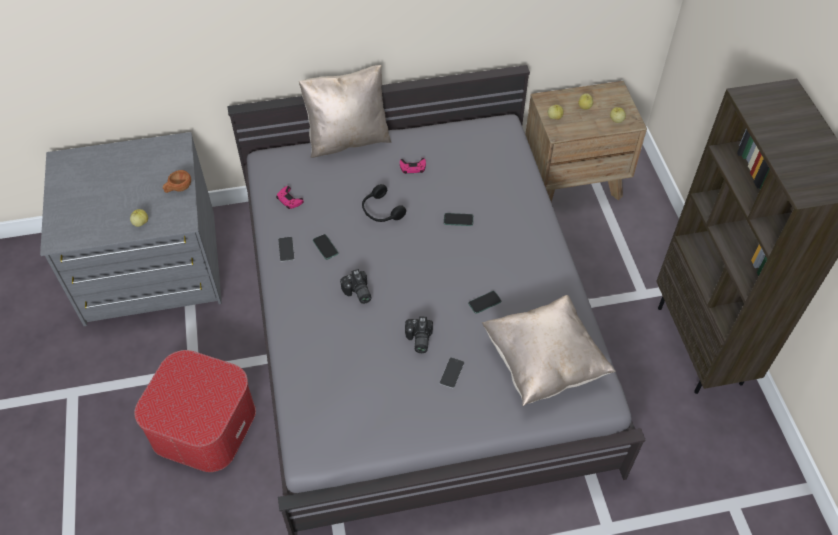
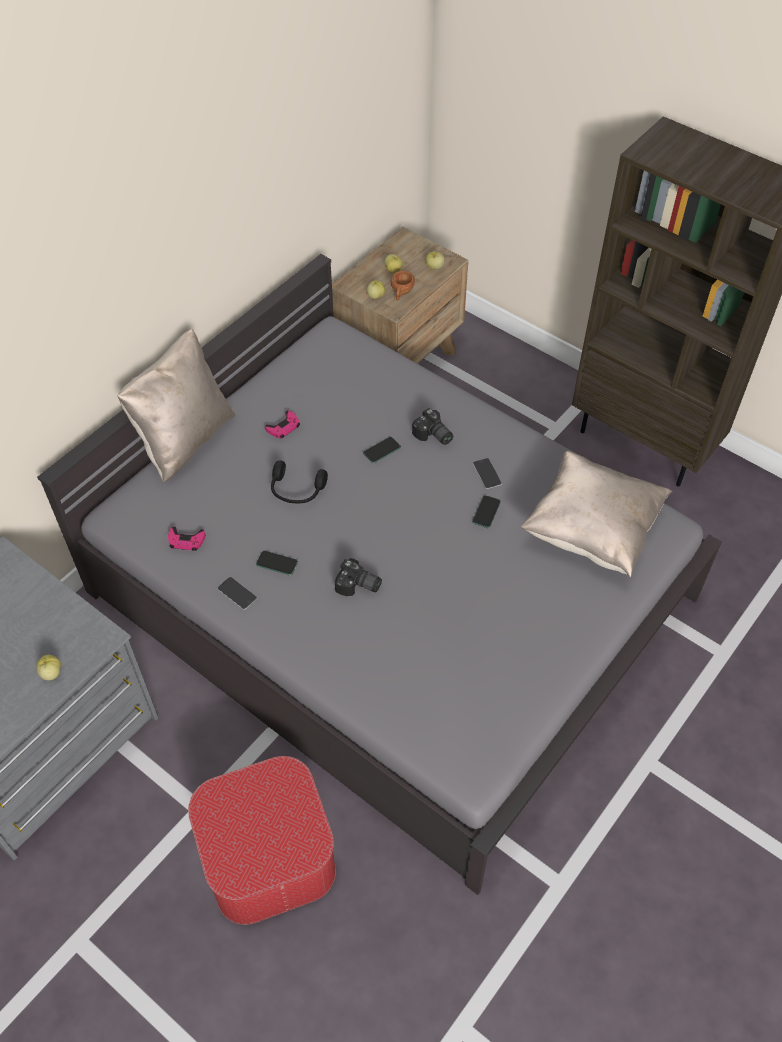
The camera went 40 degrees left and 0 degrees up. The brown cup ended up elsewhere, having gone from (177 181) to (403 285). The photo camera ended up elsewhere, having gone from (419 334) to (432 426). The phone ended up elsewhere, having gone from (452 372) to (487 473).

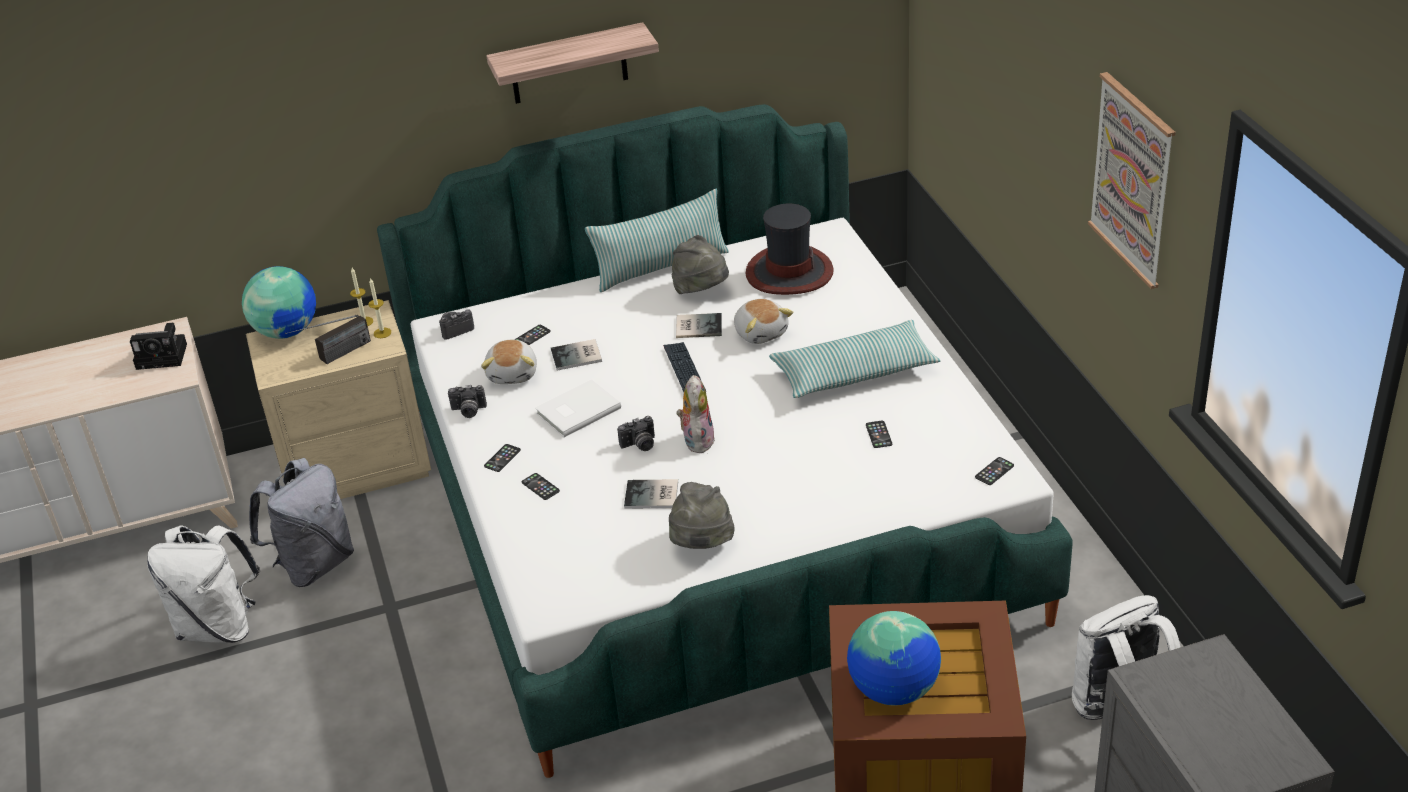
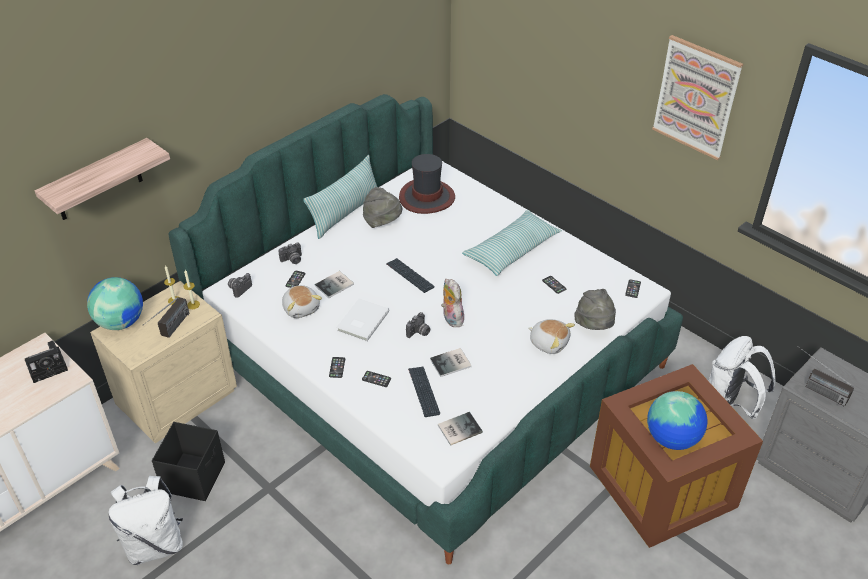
The camera went 30 degrees left and 5 degrees up. The shelf ended up elsewhere, having gone from (572 63) to (102 179). The plush toy ended up elsewhere, having gone from (763 321) to (551 336). The book ended up elsewhere, having gone from (699 325) to (460 429). The photo camera ended up elsewhere, having gone from (467 401) to (290 253). Where the grey backpack stood at (301 522), the black storage box came to stand at (188 461). The grey hat ended up elsewhere, having gone from (702 515) to (595 309). The second view gained the radio at (826 376). The second view gained the keyboard at (424 392).

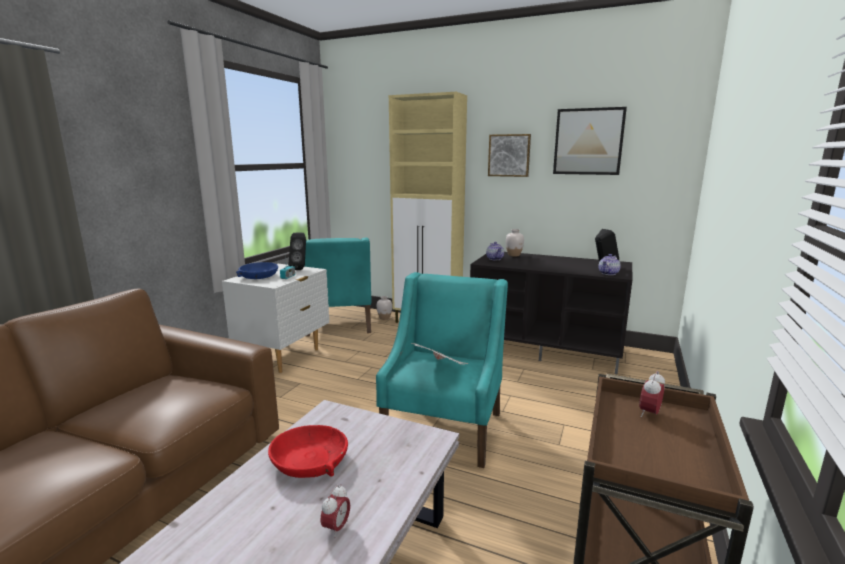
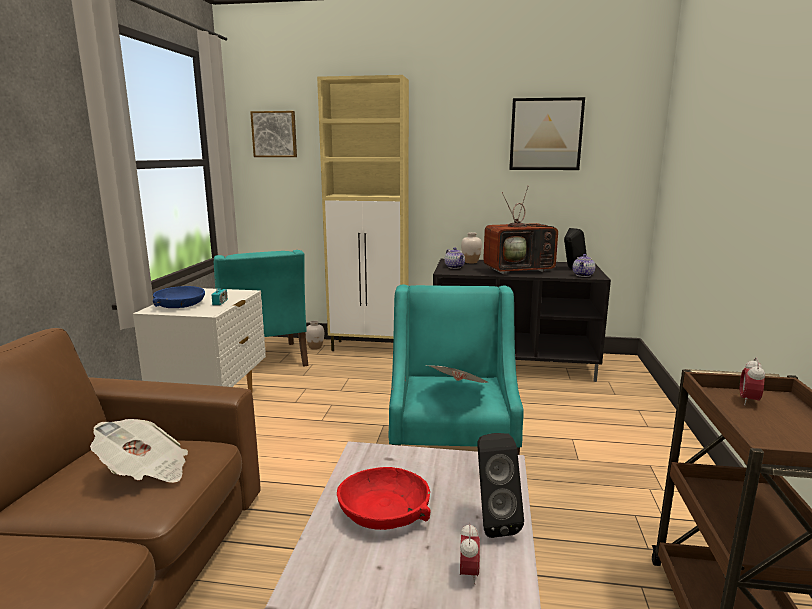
The camera went 15 degrees left and 0 degrees up. The picture ended up elsewhere, having gone from (509 155) to (273 134). The black speaker ended up elsewhere, having gone from (297 251) to (500 485). The second view gained the television at (520 229). The second view gained the newspaper at (139 451).

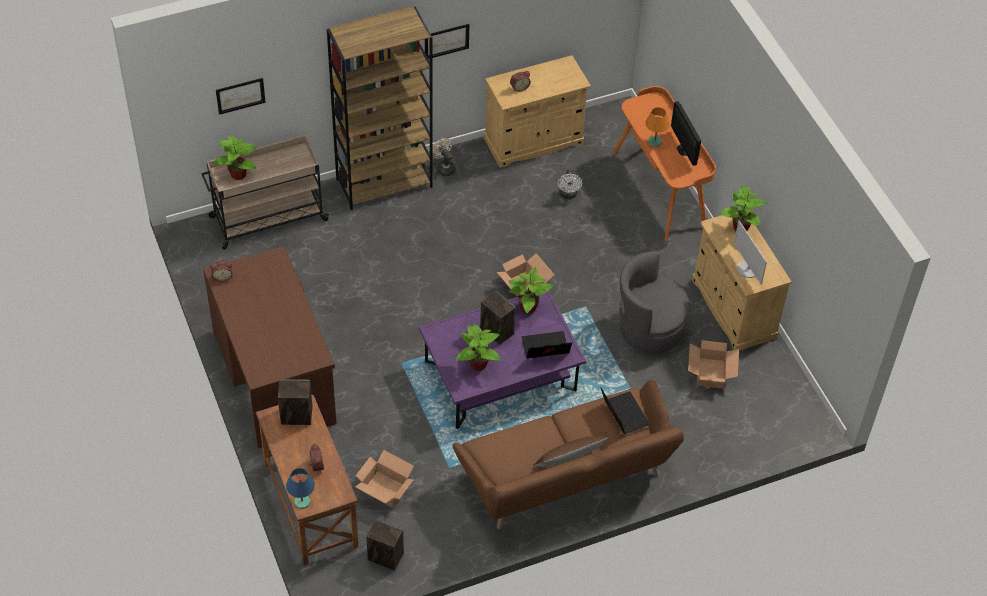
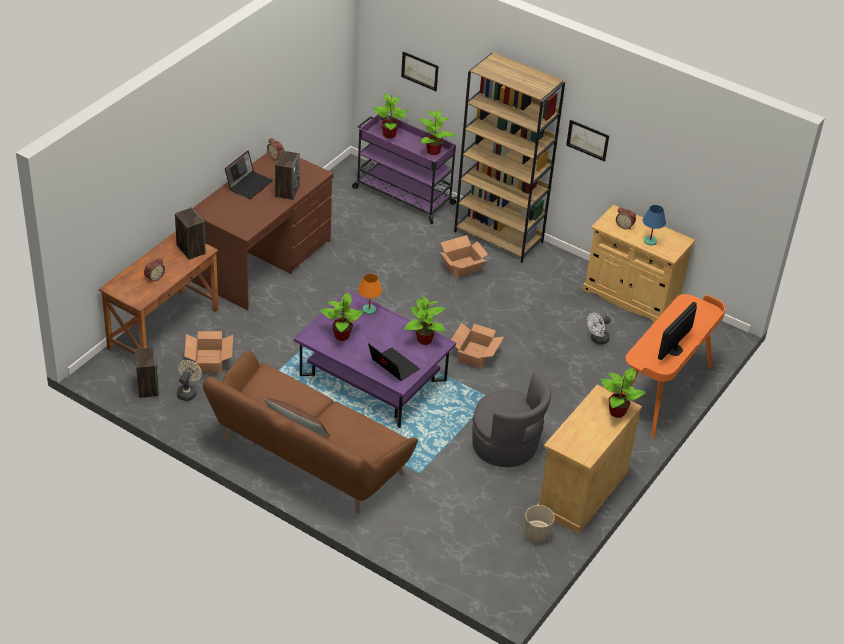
The camera went 55 degrees right and 10 degrees down. The orange table lamp ended up elsewhere, having gone from (657 127) to (370 294). What was the beige cart at (265 192) turned into the purple cart at (404 169). The beige fan ended up elsewhere, having gone from (444 157) to (189 380). The second view lost the monitor at (750 252). The grey armchair at (654 302) ended up facing another way, 150 degrees clockwise from before. The speaker ended up elsewhere, having gone from (498 318) to (287 175). The cardboard box ended up elsewhere, having gone from (713 364) to (464 256). The laptop ended up elsewhere, having gone from (625 410) to (249 175). The blue table lamp ended up elsewhere, having gone from (300 488) to (654 225). The second view gained the potted plant at (438 132). The second view gained the beige planter at (539 523).

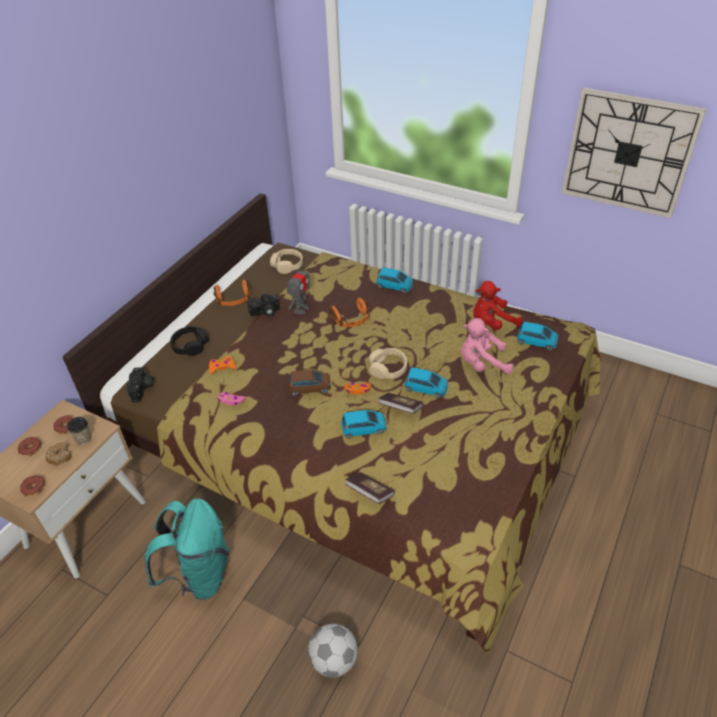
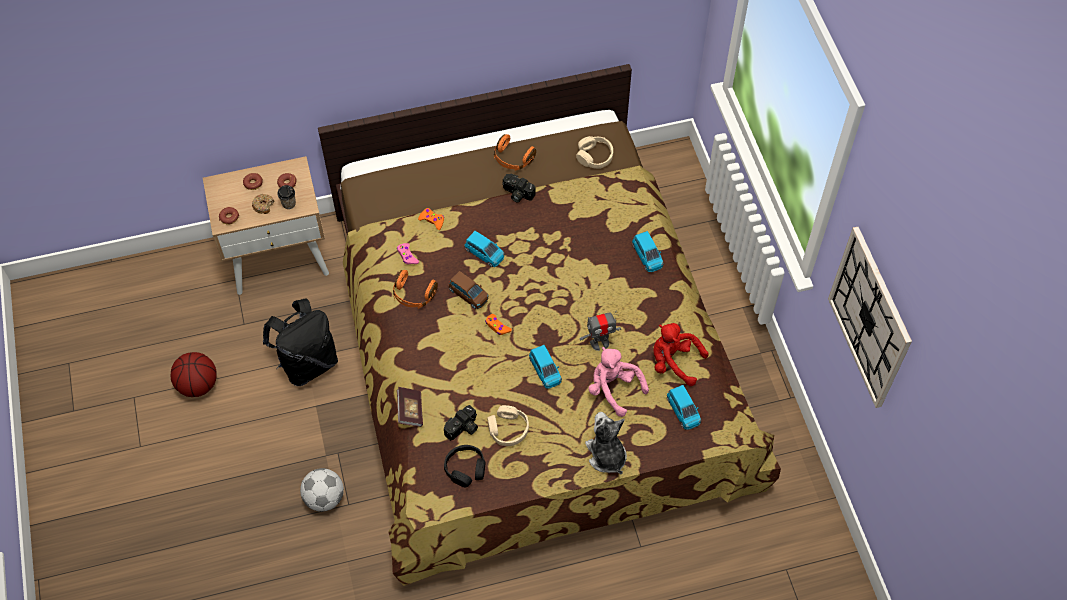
The camera went 45 degrees right and 15 degrees up. The toy robot ended up elsewhere, having gone from (298 288) to (600 331). The orange headphones ended up elsewhere, having gone from (349 313) to (415 289). The black headphones ended up elsewhere, having gone from (189 341) to (464 466). The beige headphones ended up elsewhere, having gone from (388 363) to (508 425). The photo camera ended up elsewhere, having gone from (140 384) to (461 423). The second view lost the book at (400 403). The blue toy car ended up elsewhere, having gone from (363 424) to (485 249). What was the turquoise backpack at (187 549) turned into the black backpack at (300 342). The second view gained the basketball at (194 374). The second view gained the plush toy at (606 443).

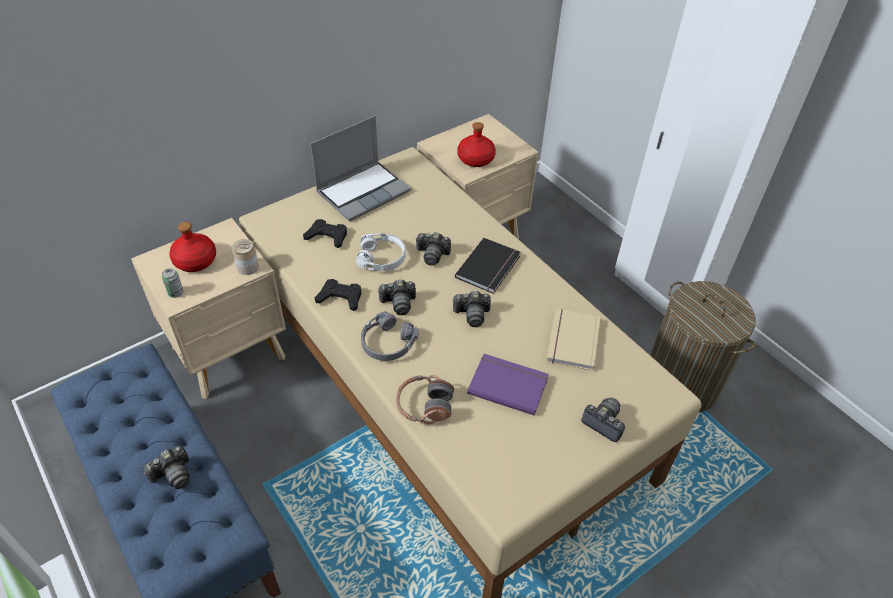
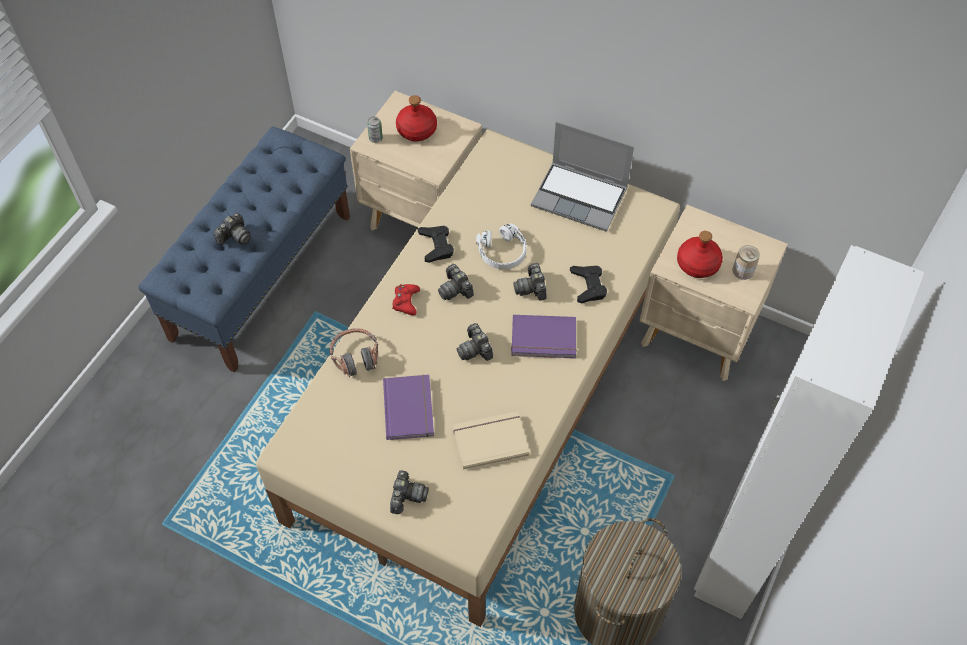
The camera went 65 degrees right and 10 degrees up. The black game controller ended up elsewhere, having gone from (325 233) to (588 284). What was the black book at (487 266) turned into the purple book at (543 336). The can ended up elsewhere, having gone from (245 257) to (746 262). Where the grey headphones stood at (390 336), the red game controller came to stand at (406 299). The photo camera at (166 467) ended up facing another way, 75 degrees counterclockwise from before.

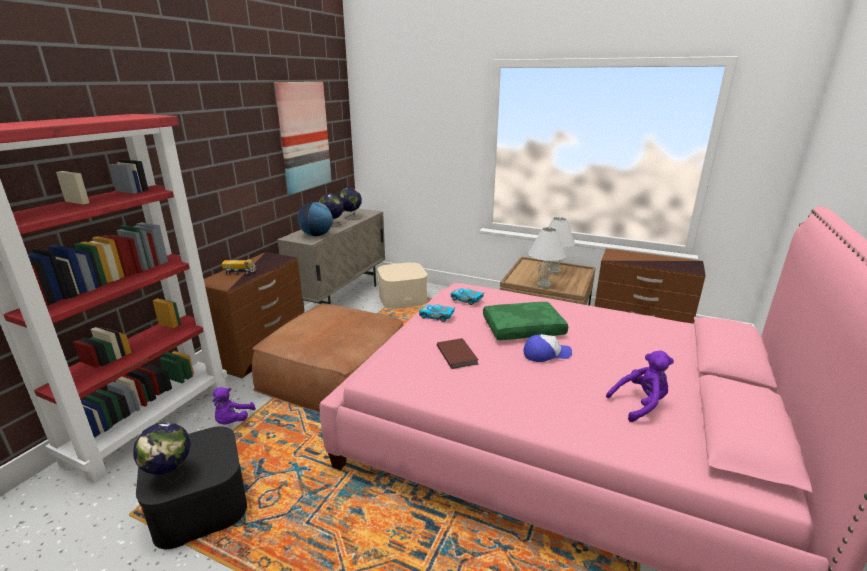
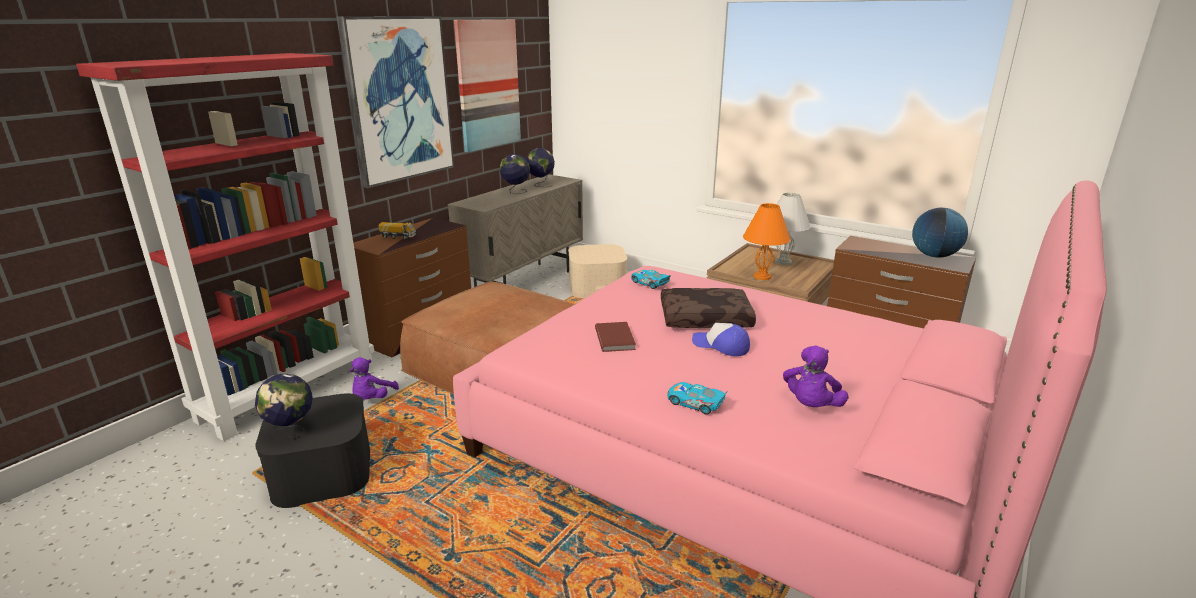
The camera went 10 degrees right and 0 degrees up. The globe ended up elsewhere, having gone from (315 219) to (940 233). What was the white table lamp at (547 257) turned into the orange table lamp at (767 241). What was the green pillow at (525 321) turned into the brown pillow at (708 308). The toy car ended up elsewhere, having gone from (436 313) to (697 398). The cap at (548 348) ended up facing another way, 150 degrees counterclockwise from before. The purple plush toy at (640 386) ended up facing another way, 120 degrees clockwise from before. The second view gained the picture at (395 102).

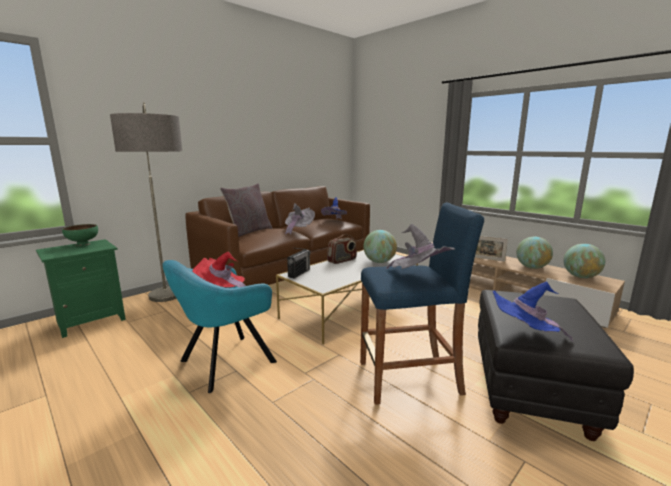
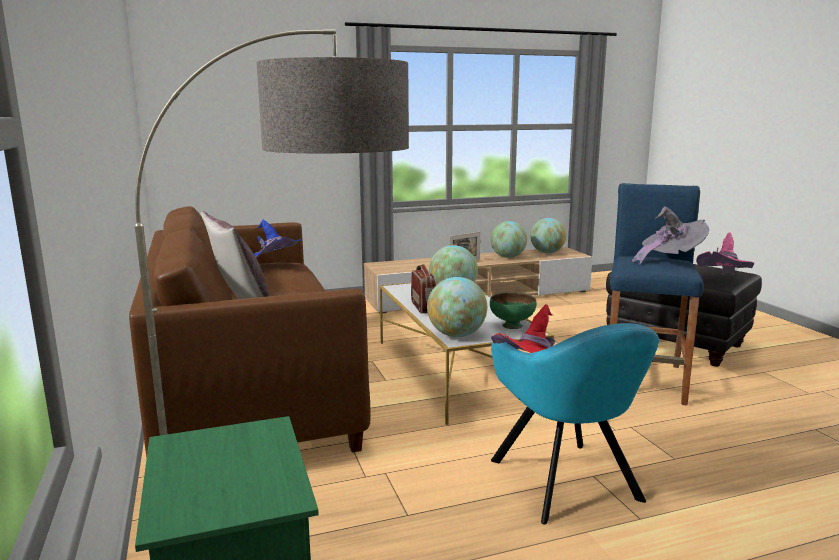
The camera went 65 degrees left and 0 degrees up. The second view lost the grey hat at (300 219). The green bowl ended up elsewhere, having gone from (80 235) to (513 310). Where the radio stood at (299 263), the globe came to stand at (457 307). What was the blue hat at (532 312) turned into the pink hat at (725 254).

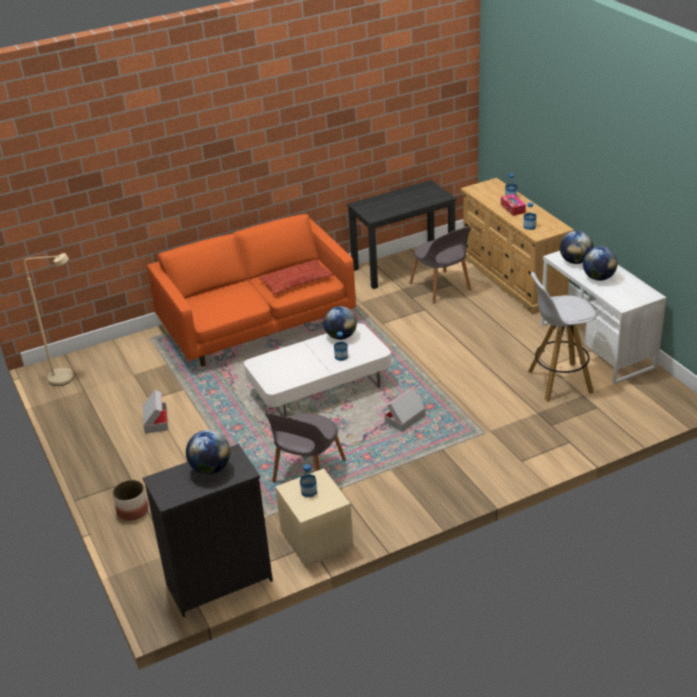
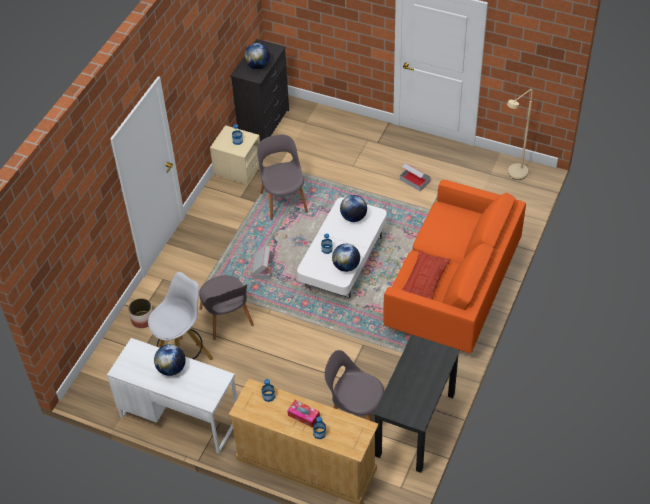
The camera went 140 degrees right and 15 degrees up. The globe ended up elsewhere, having gone from (577 247) to (353 208). The planter ended up elsewhere, having gone from (130 500) to (140 313). The second view gained the grey chair at (226 307).

